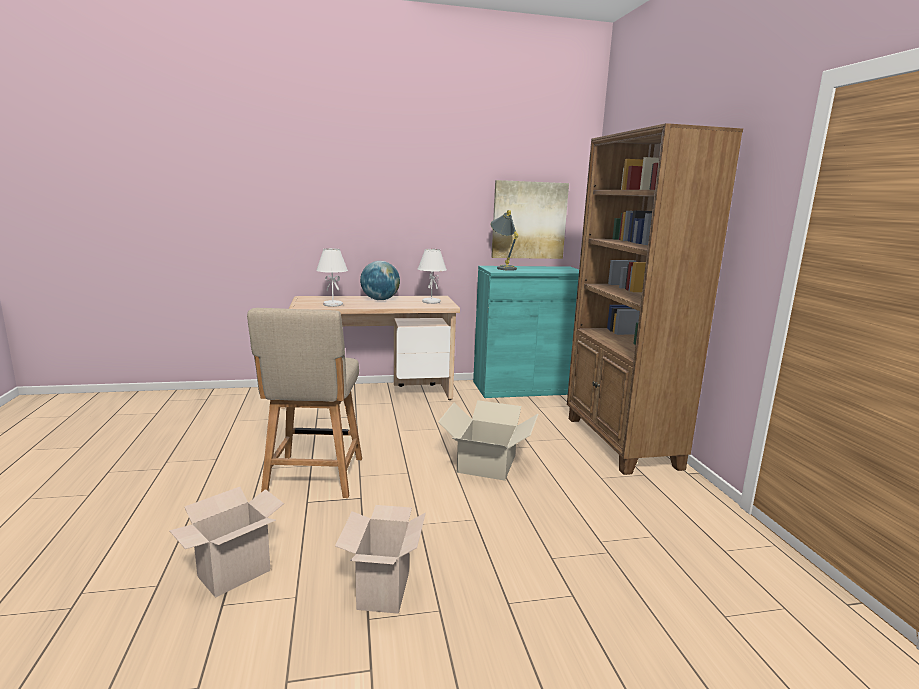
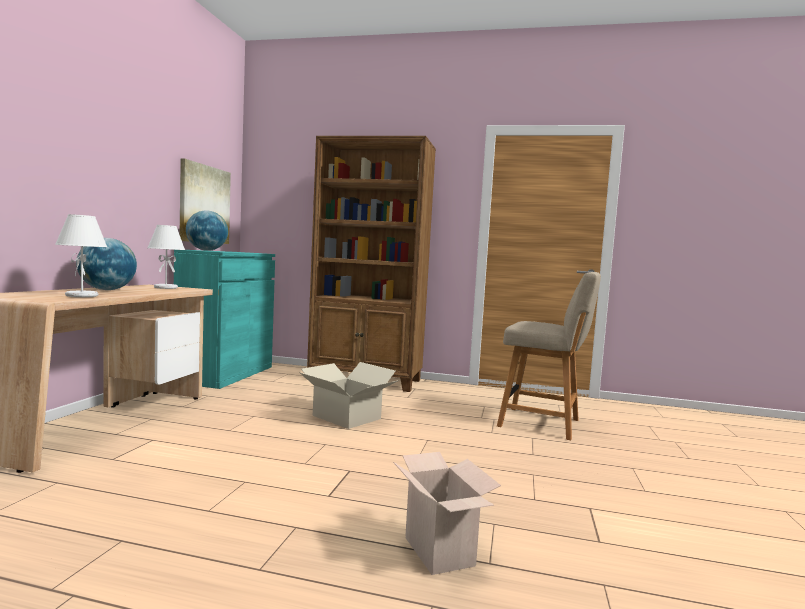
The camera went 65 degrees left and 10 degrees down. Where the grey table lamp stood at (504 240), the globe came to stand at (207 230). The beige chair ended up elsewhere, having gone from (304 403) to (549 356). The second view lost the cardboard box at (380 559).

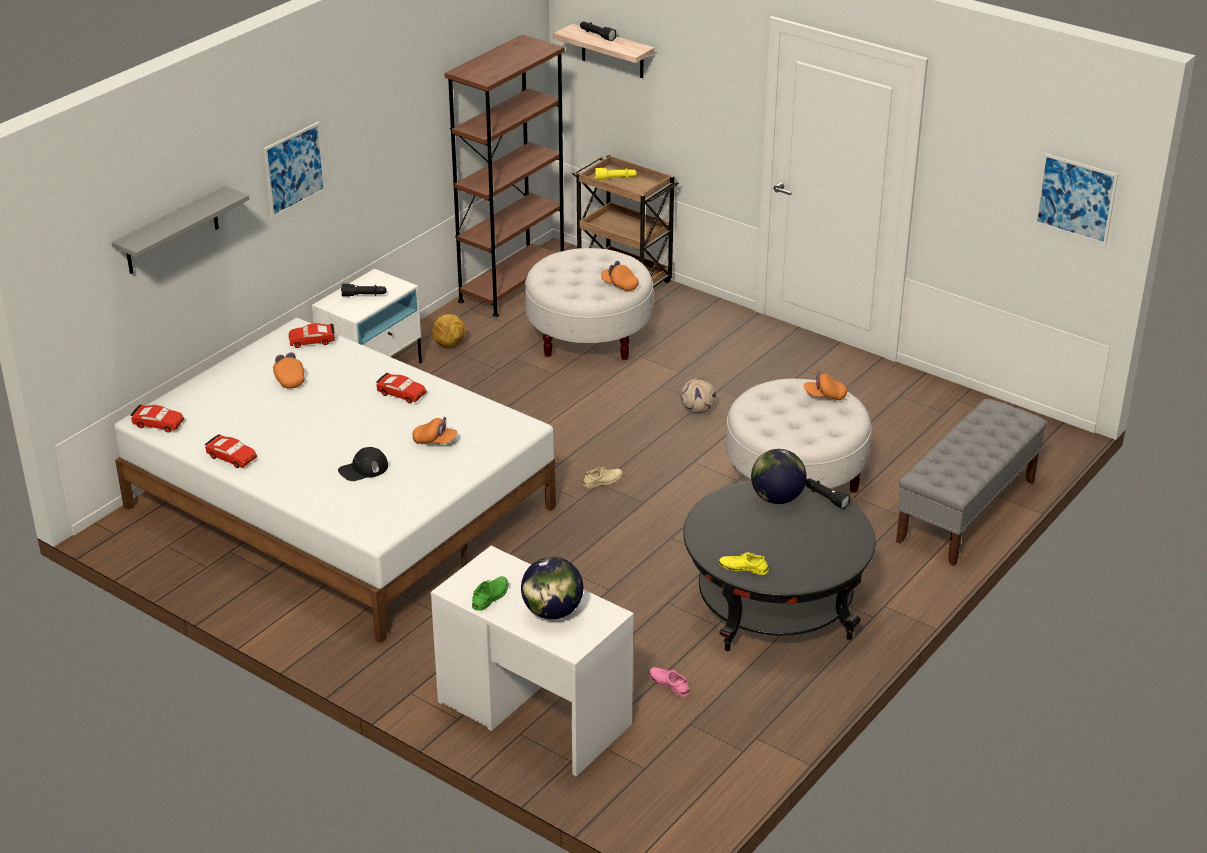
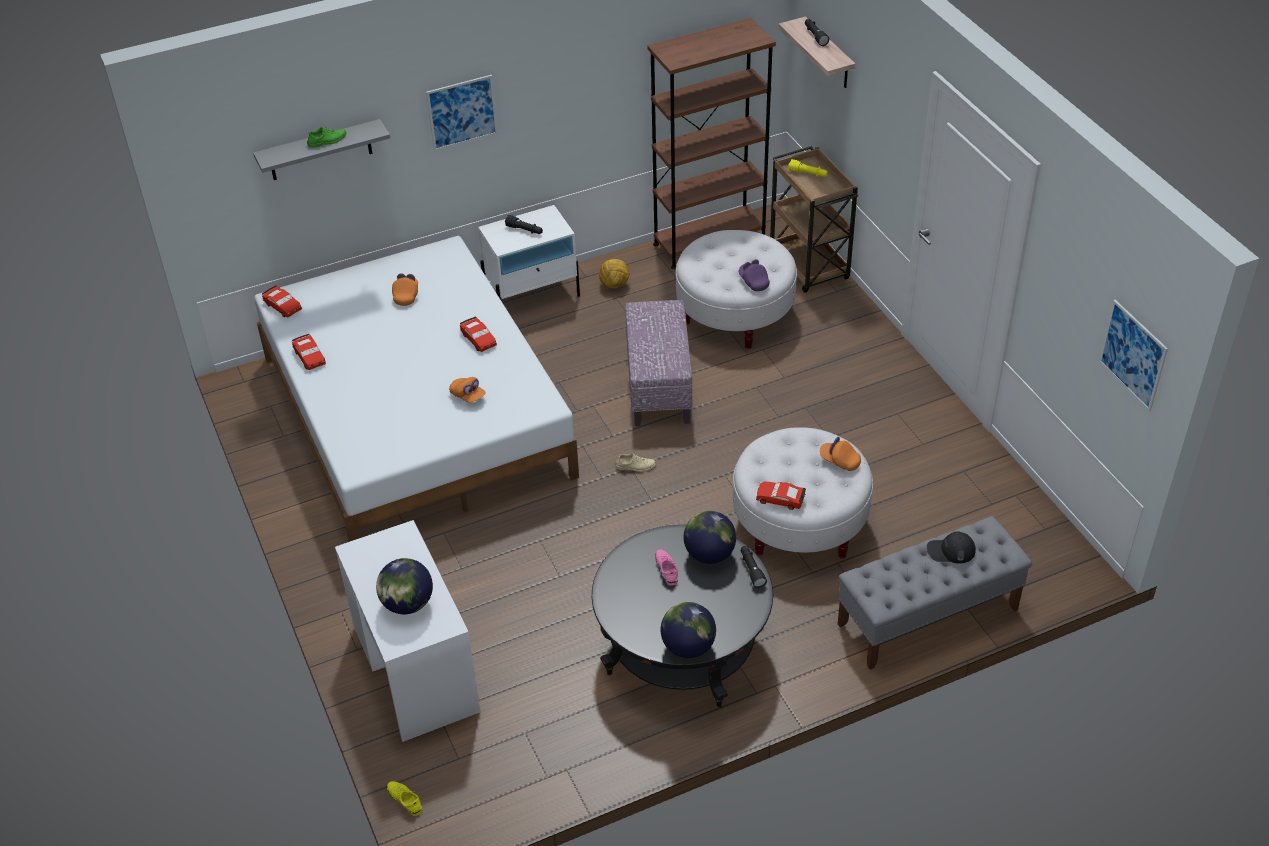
The camera went 30 degrees right and 10 degrees up. What was the orange cap at (620 276) turned into the purple cap at (754 275). The red toy car ended up elsewhere, having gone from (312 335) to (781 495). The second view lost the football at (698 395). The black cap ended up elsewhere, having gone from (363 464) to (951 547). The yellow shoe ended up elsewhere, having gone from (744 563) to (404 798). The green shoe ended up elsewhere, having gone from (490 593) to (326 137). The pink shoe ended up elsewhere, having gone from (669 682) to (666 568). The second view gained the ottoman at (659 363). The second view gained the globe at (688 630).

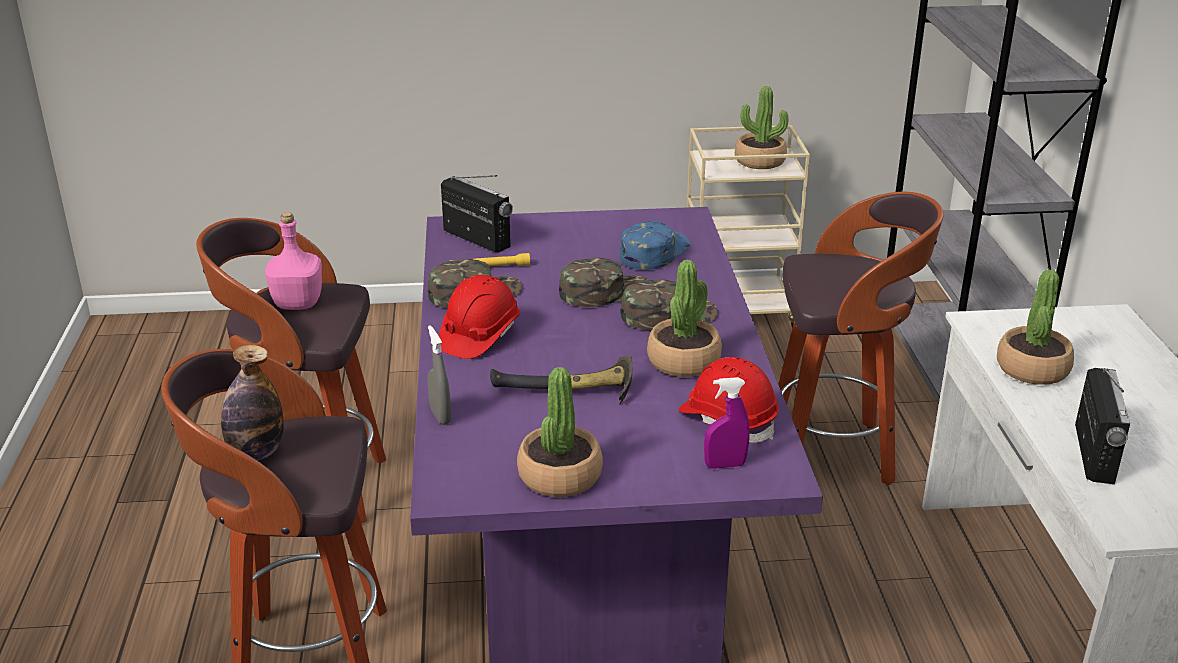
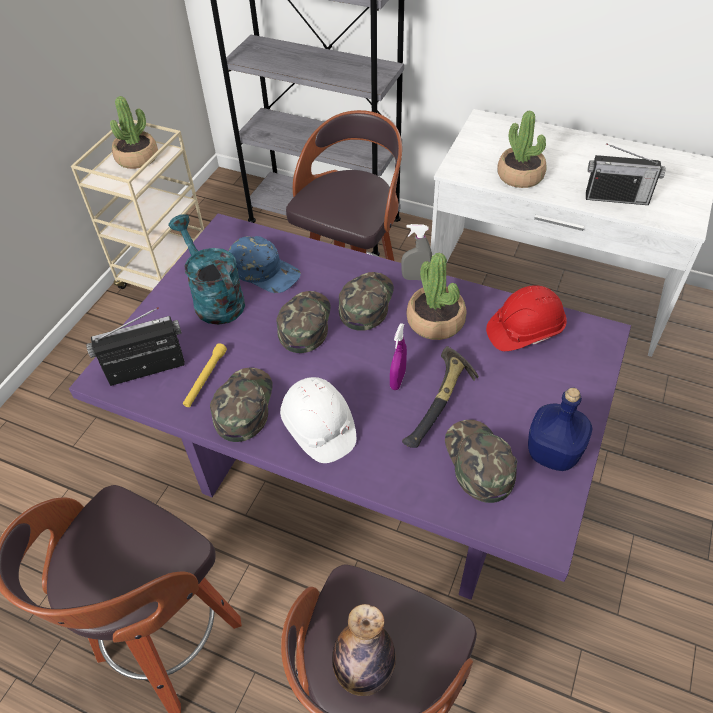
The camera went 60 degrees left and 20 degrees up. The second view lost the pink bottle at (293 261). The blue cap at (654 245) ended up facing another way, 150 degrees clockwise from before. What was the red hard hat at (479 317) turned into the white hard hat at (318 420). The grey spray bottle ended up elsewhere, having gone from (439 375) to (416 252). Where the potted plant stood at (560 432), the blue bottle came to stand at (560 429). The radio at (1102 426) ended up facing another way, 150 degrees clockwise from before. The purple spray bottle ended up elsewhere, having gone from (727 423) to (398 356). The second view gained the turquoise watering can at (206 269). The second view gained the green cap at (481 461).

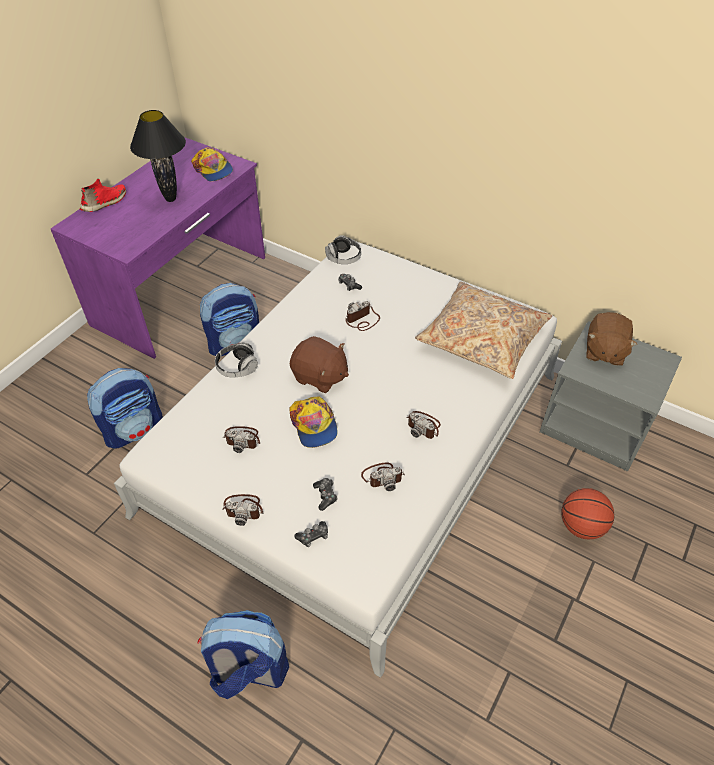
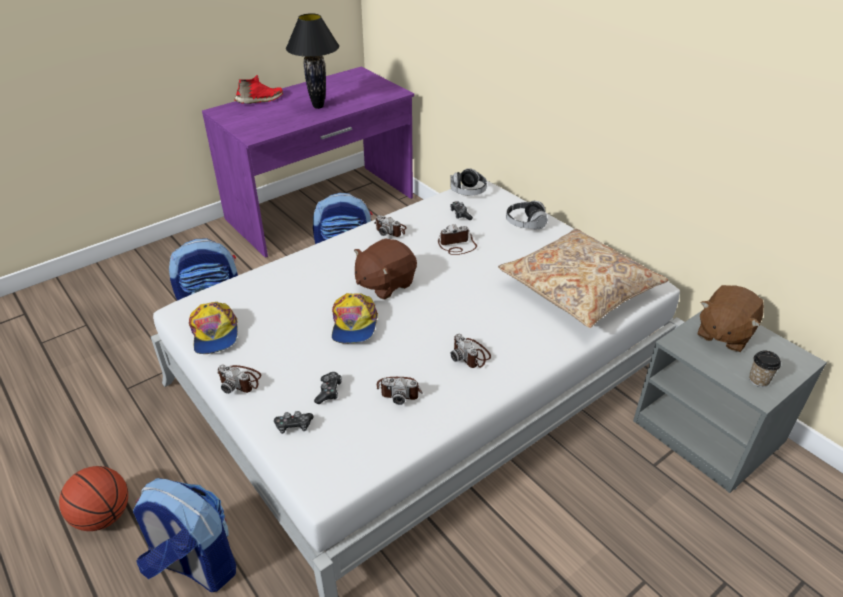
The camera went 20 degrees right and 10 degrees down. The cap ended up elsewhere, having gone from (212 164) to (213 328). The brown plush toy at (319 364) ended up facing another way, 90 degrees clockwise from before. The headphones ended up elsewhere, having gone from (236 359) to (526 215). The photo camera ended up elsewhere, having gone from (241 439) to (390 226). The basketball ended up elsewhere, having gone from (587 513) to (93 498). The second view gained the cup at (765 368).

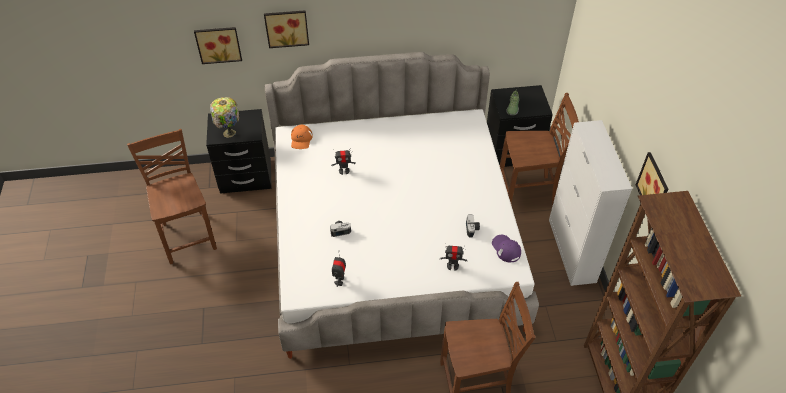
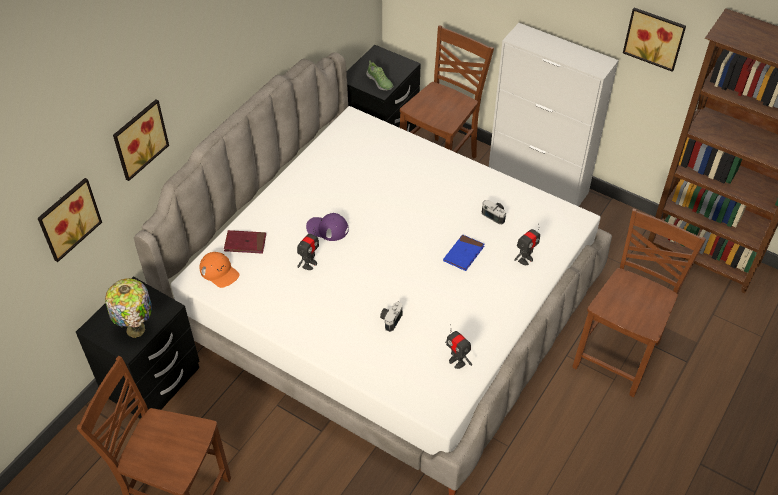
The camera went 50 degrees left and 0 degrees up. The purple cap ended up elsewhere, having gone from (506 249) to (327 227). The second view gained the red book at (245 242). The second view gained the blue book at (463 253).

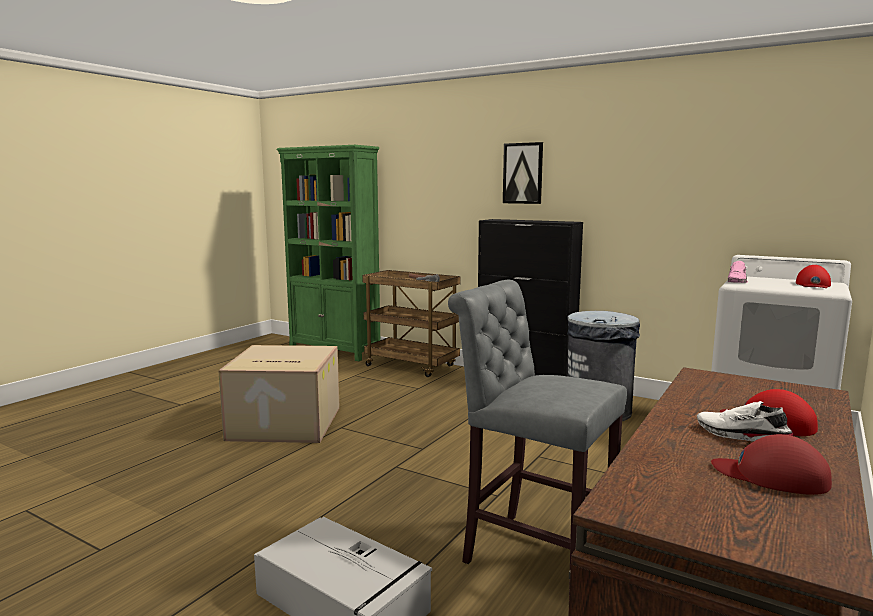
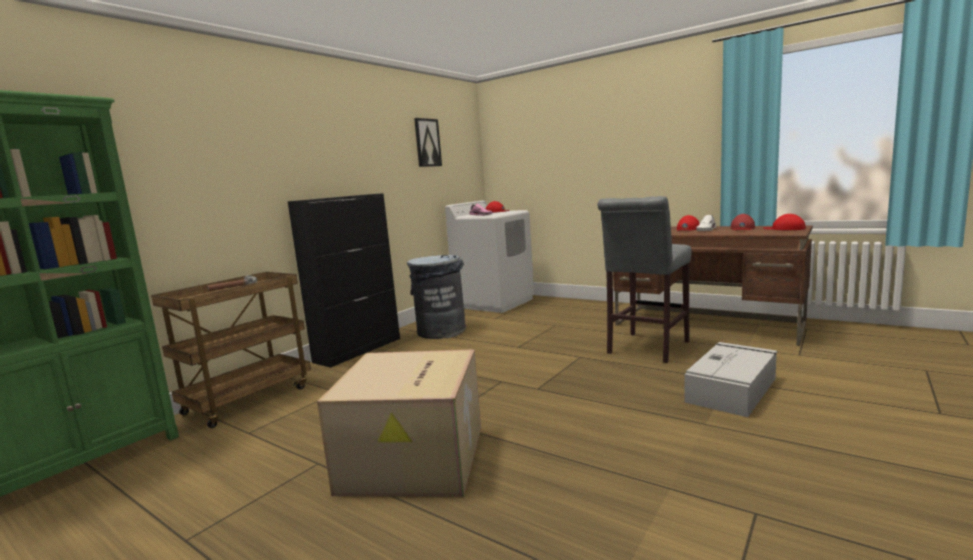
The camera went 85 degrees left and 0 degrees up. The picture ended up elsewhere, having gone from (523 173) to (428 142). The second view gained the red cap at (784 222).

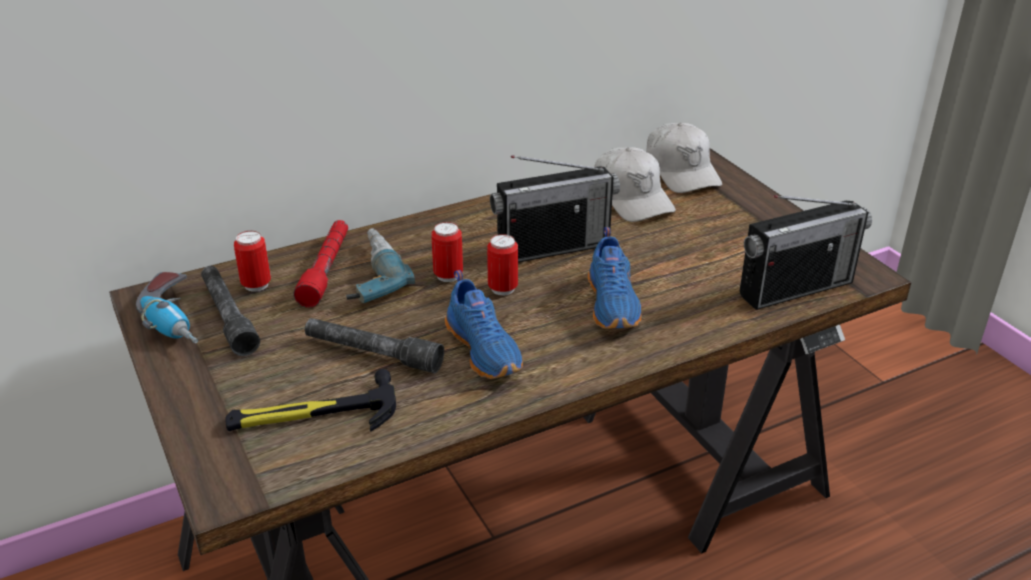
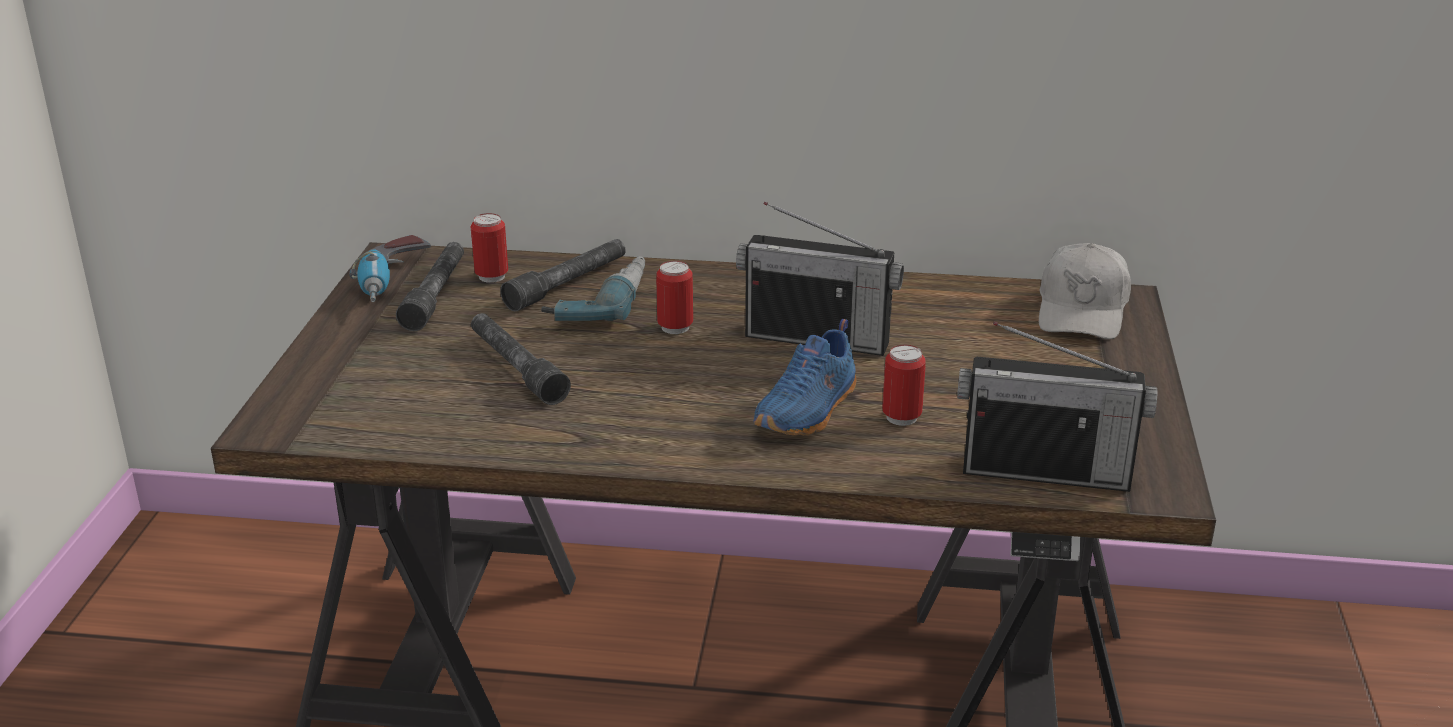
The camera went 35 degrees right and 5 degrees down. The second view lost the white cap at (635 184). What was the red flashlight at (320 264) turned into the grey flashlight at (563 275). The can ended up elsewhere, having gone from (502 264) to (904 385). The second view lost the blue shoe at (484 324). The second view lost the hammer at (310 400).

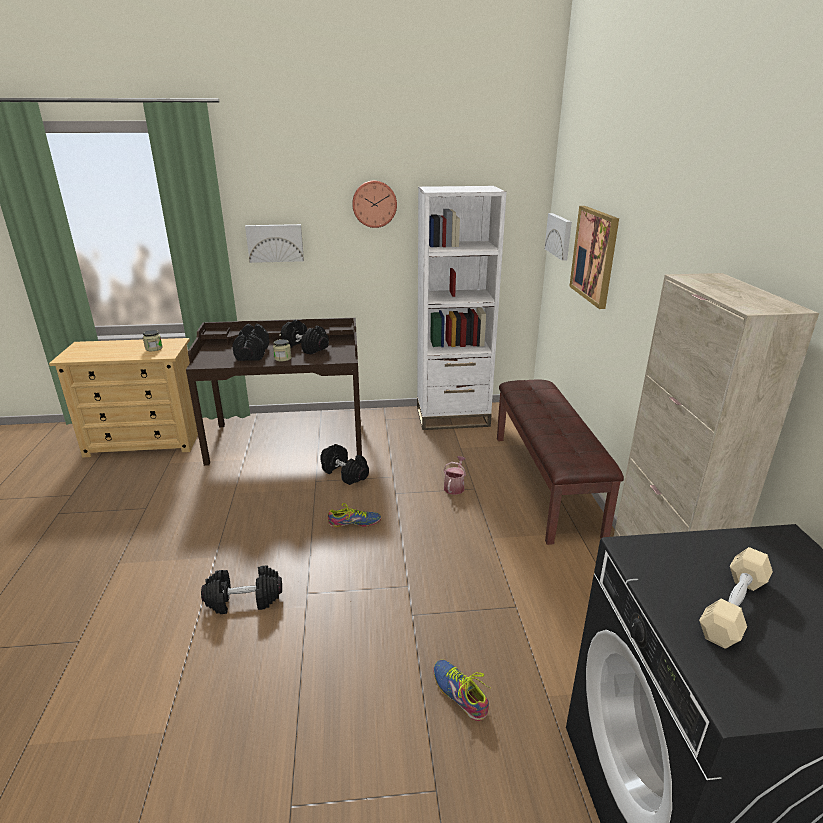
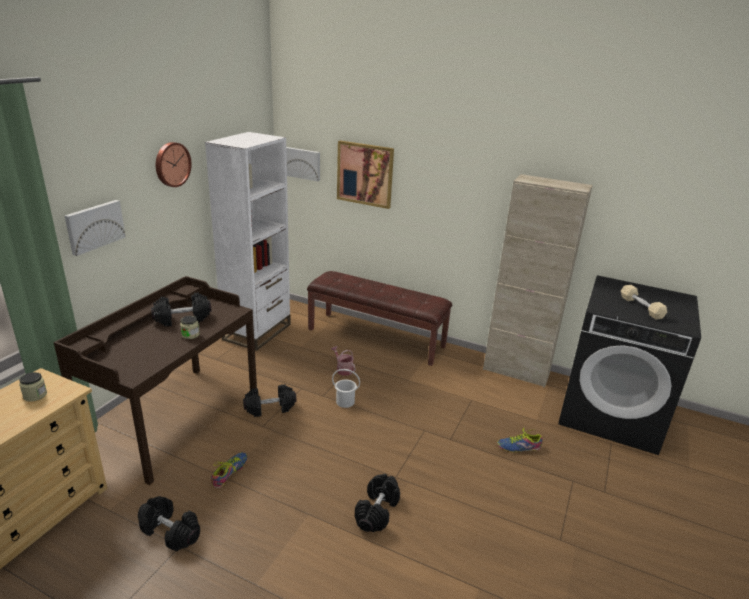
The camera went 60 degrees left and 0 degrees up. The black dumbbell ended up elsewhere, having gone from (250 342) to (169 523). The shoe ended up elsewhere, having gone from (354 515) to (229 470). The second view gained the white bucket at (346 388).

